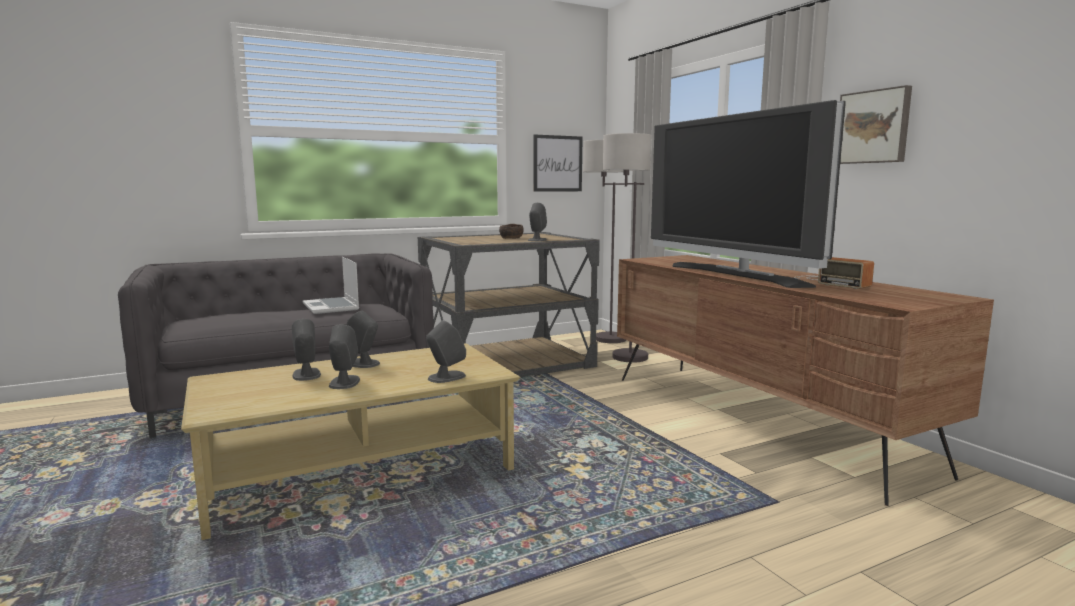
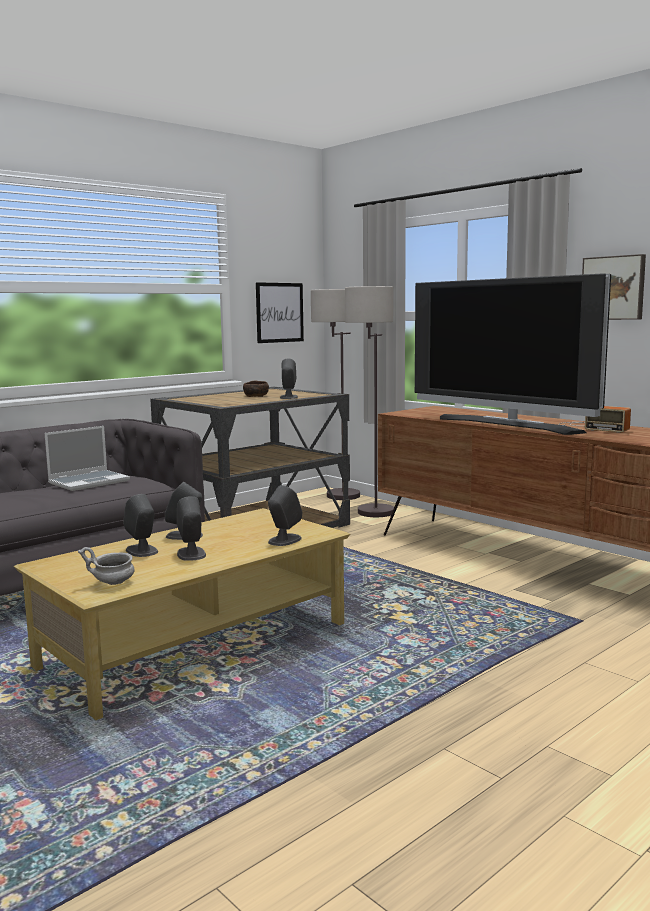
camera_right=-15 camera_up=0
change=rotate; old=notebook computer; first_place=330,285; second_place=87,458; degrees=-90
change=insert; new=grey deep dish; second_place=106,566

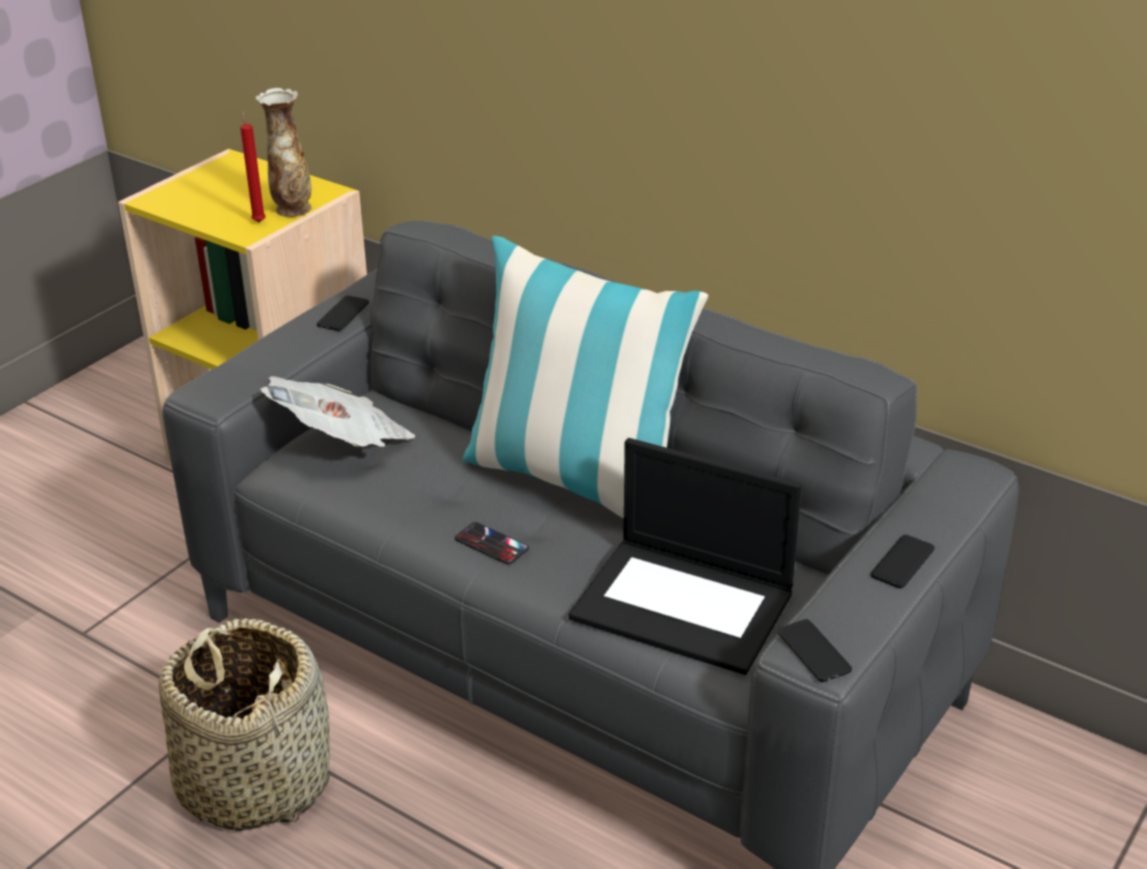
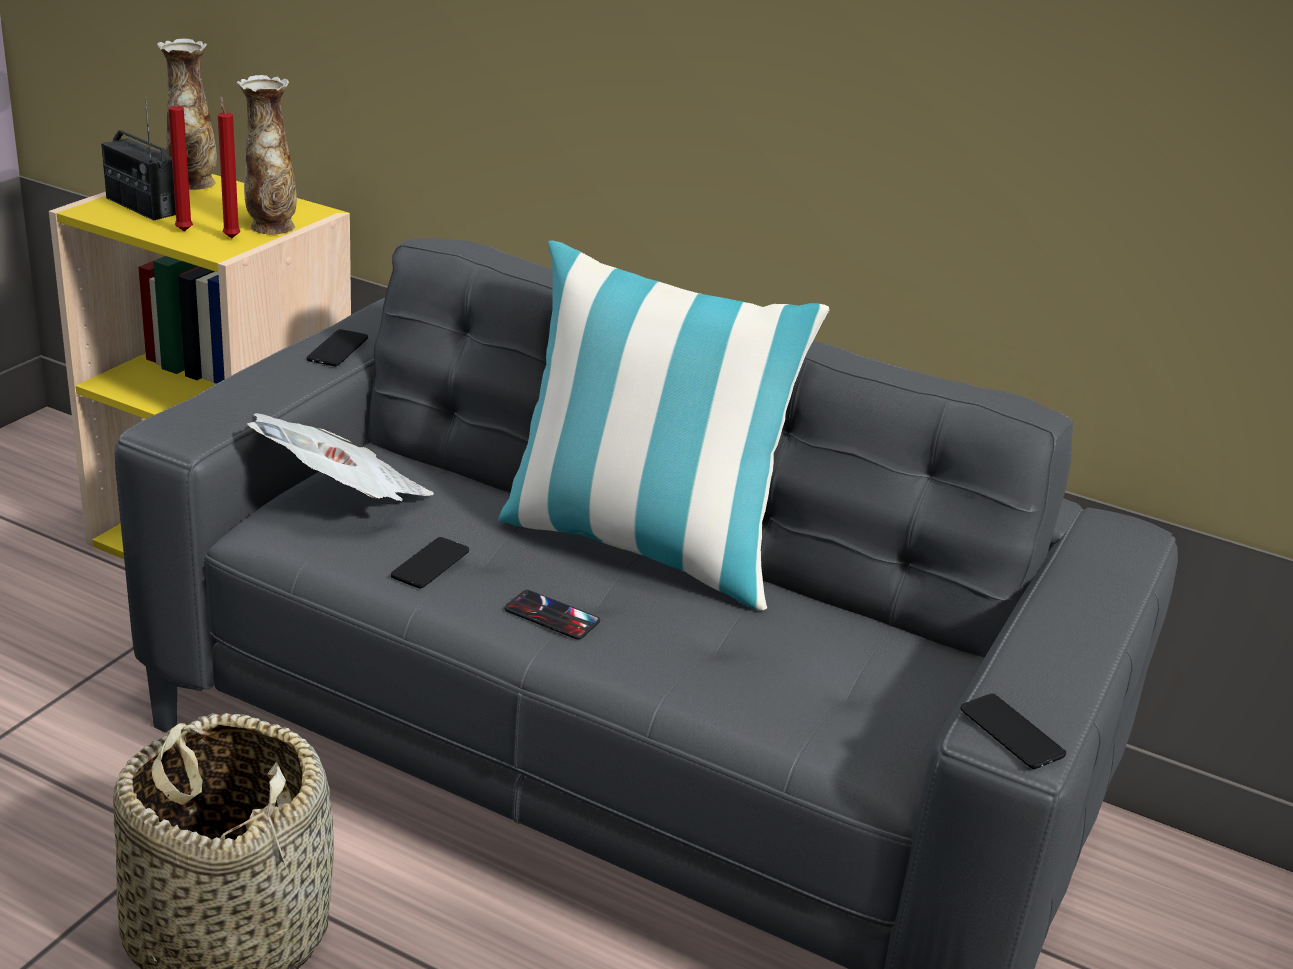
camera_right=-10 camera_up=-5
change=insert; new=radio receiver; second_place=138,159
change=insert; new=flower vase; second_place=187,114
change=insert; new=red candle; second_place=180,161
change=move; old=telephone; first_place=903,561; second_place=430,562
change=delete; old=notebook computer; first_place=685,556

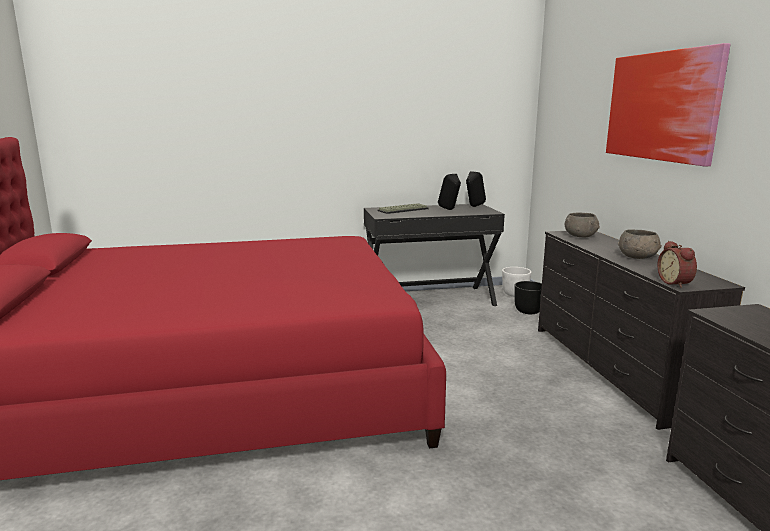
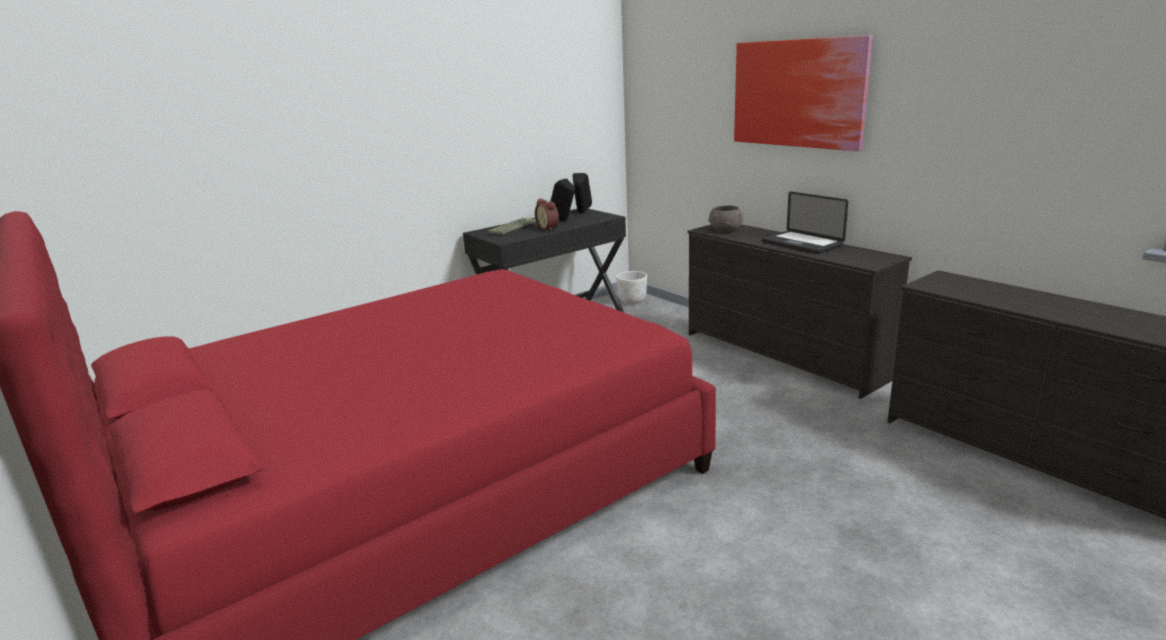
camera_right=-25 camera_up=5
change=move; old=bedside clock; first_place=677,264; second_place=547,215
change=replace; old=grey deep dish; new=notebook computer; first_place=640,244; second_place=805,222
change=delete; old=black-coloured planter; first_place=528,297

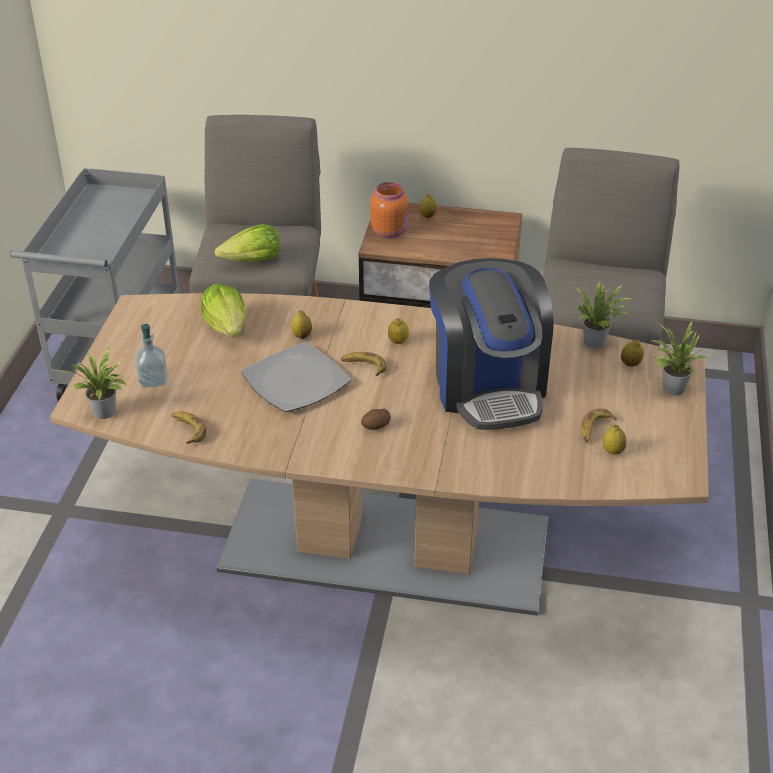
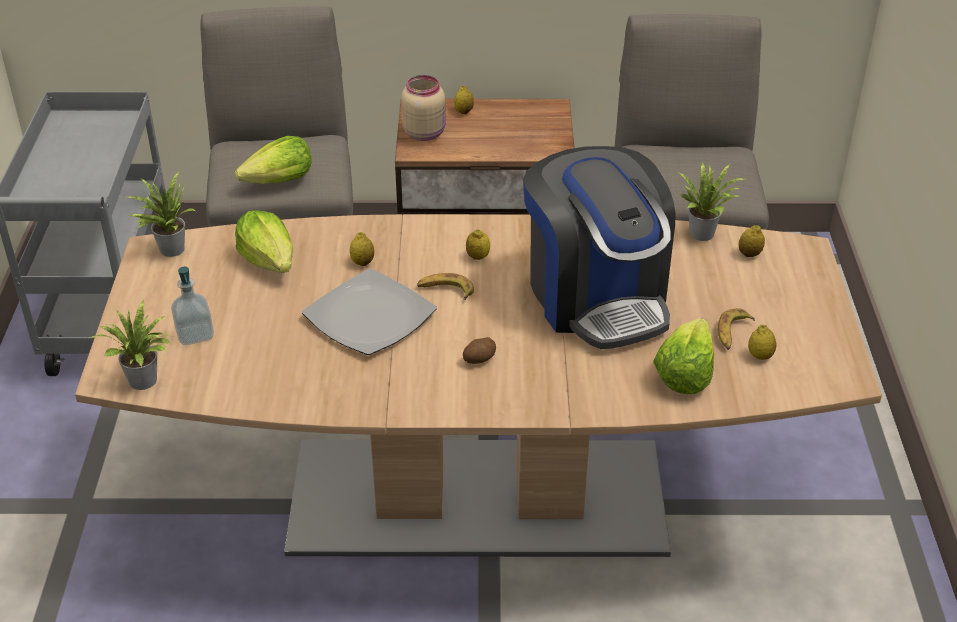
camera_right=-10 camera_up=0
change=move; old=plant in a pot; first_place=679,358; second_place=160,214
change=recolor; old=orangey jar; new=beige jar; first_place=389,210; second_place=423,108
change=insert; new=lettuce head; second_place=683,356
change=delete; old=banana; first_place=189,428

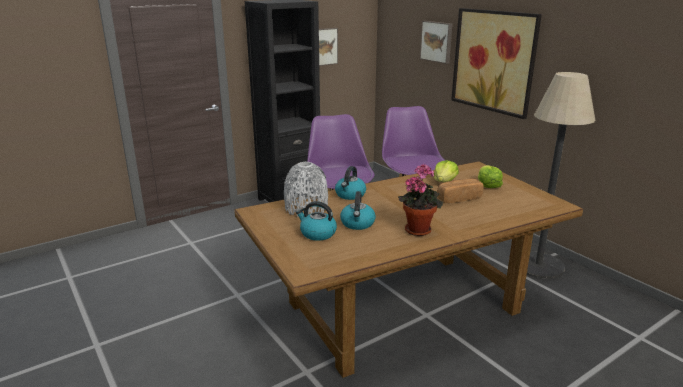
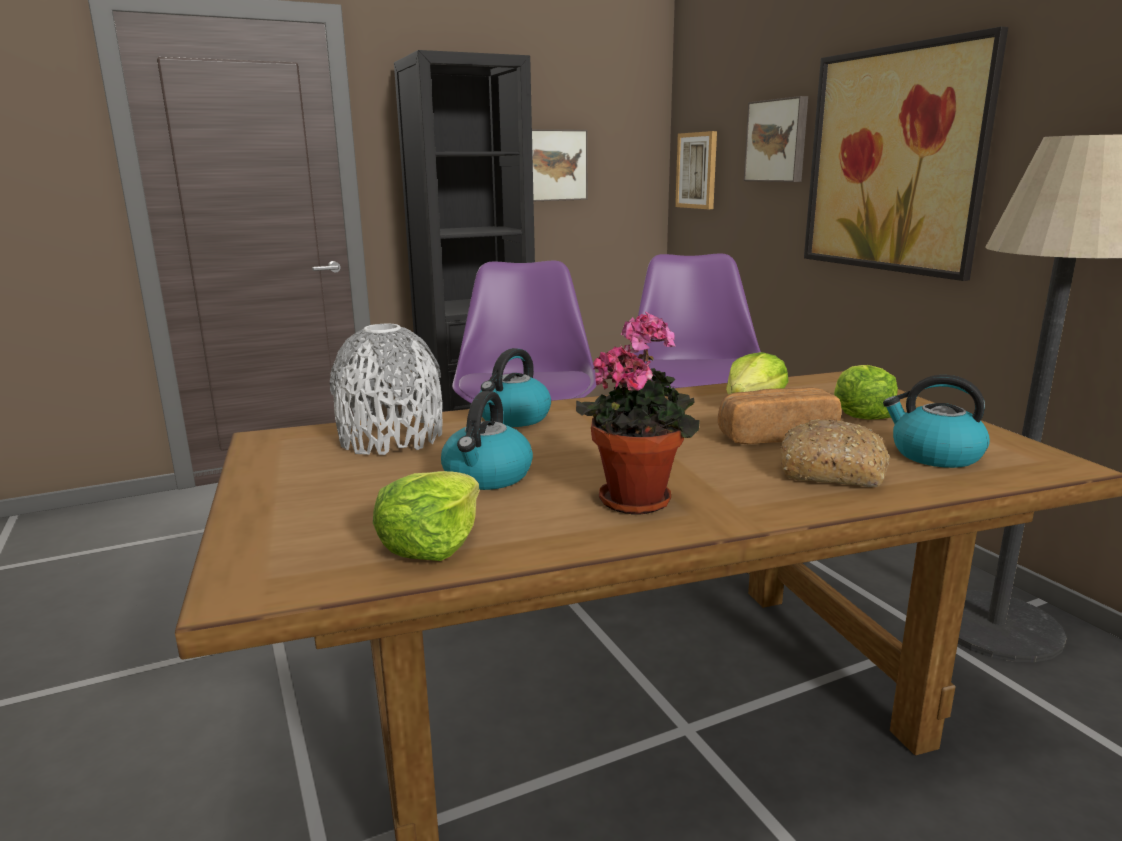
camera_right=10 camera_up=-5
change=insert; new=lettuce head; second_place=426,516
change=insert; new=picture; second_place=696,170
change=insert; new=baked bread; second_place=835,453
change=move; old=tea kettle; first_place=316,221; second_place=936,421

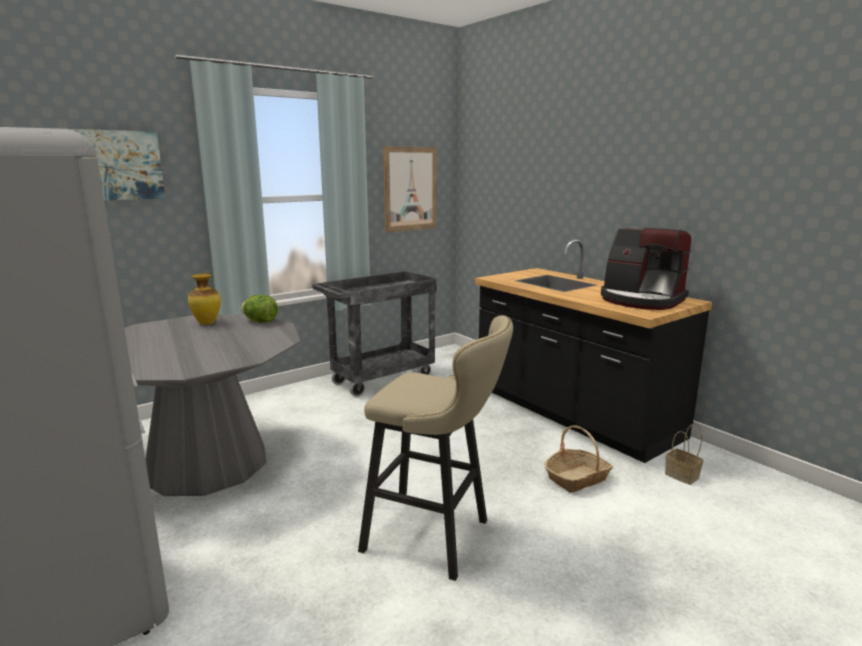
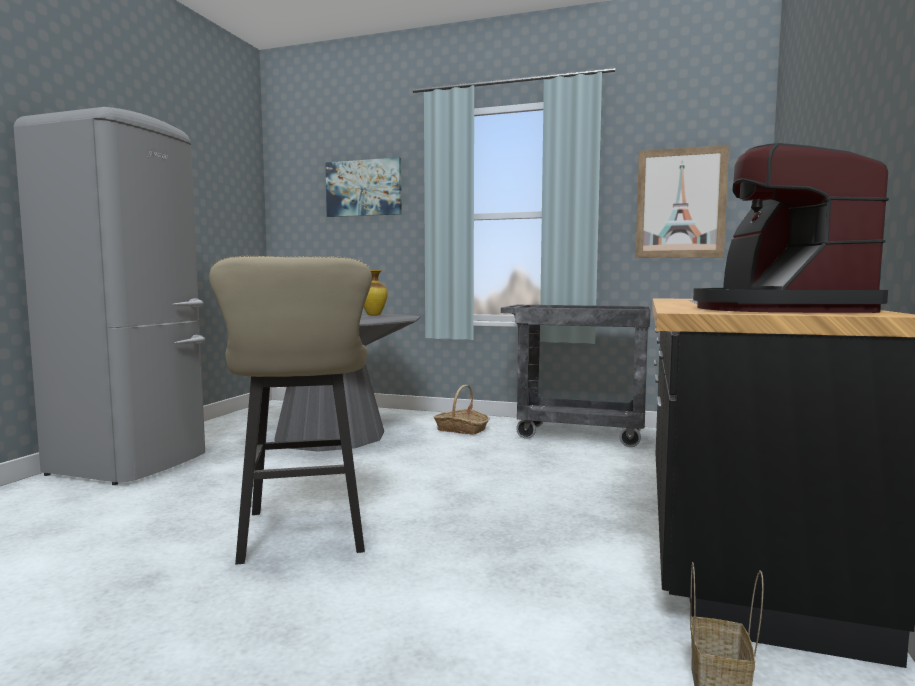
camera_right=55 camera_up=-10
change=move; old=storage basket; first_place=578,458; second_place=461,410
change=delete; old=lettuce head; first_place=259,309

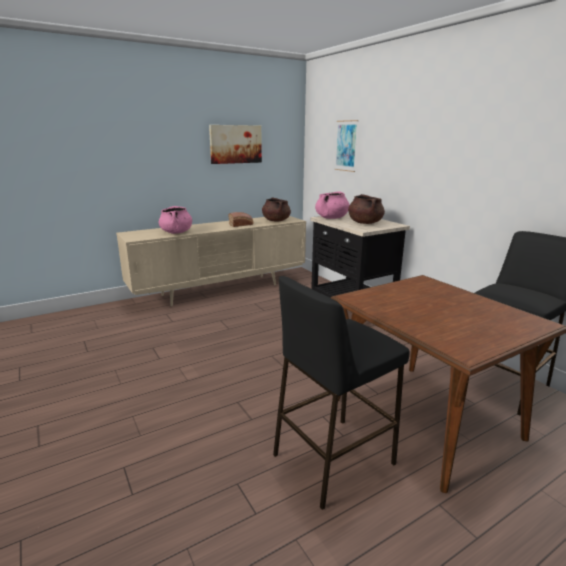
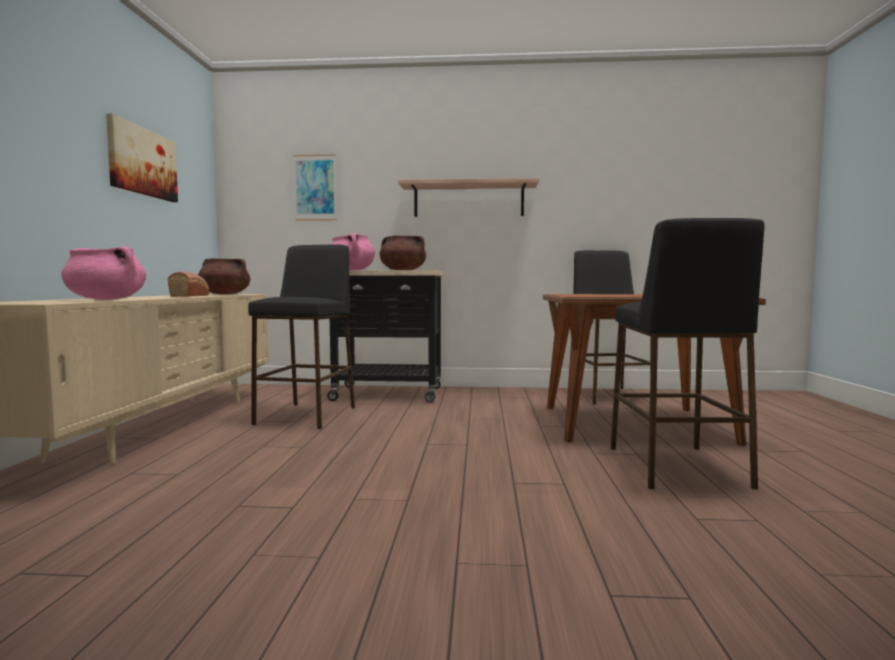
camera_right=-55 camera_up=-15
change=insert; new=black-coloured sitting stool; second_place=301,336
change=insert; new=shelf; second_place=468,197

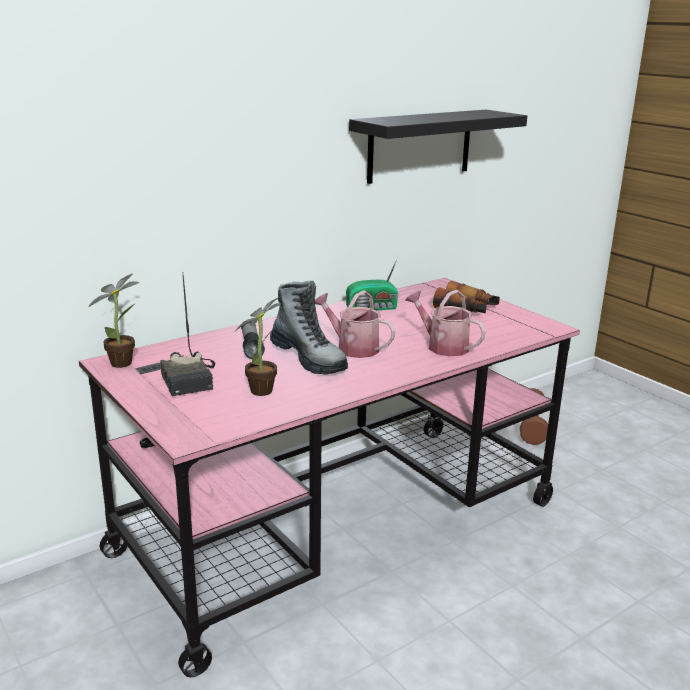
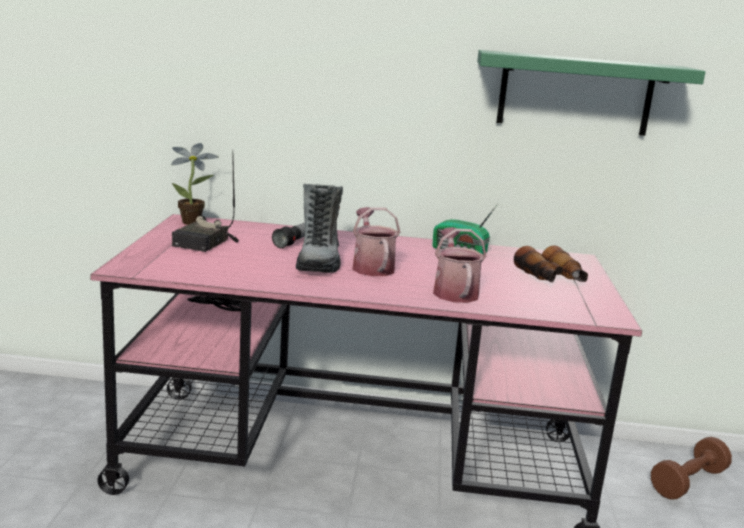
camera_right=40 camera_up=-5
change=recolor; old=black-coloured shelf; new=greenish shelf; first_place=438,147; second_place=591,93
change=delete; old=plant in a pot; first_place=257,346

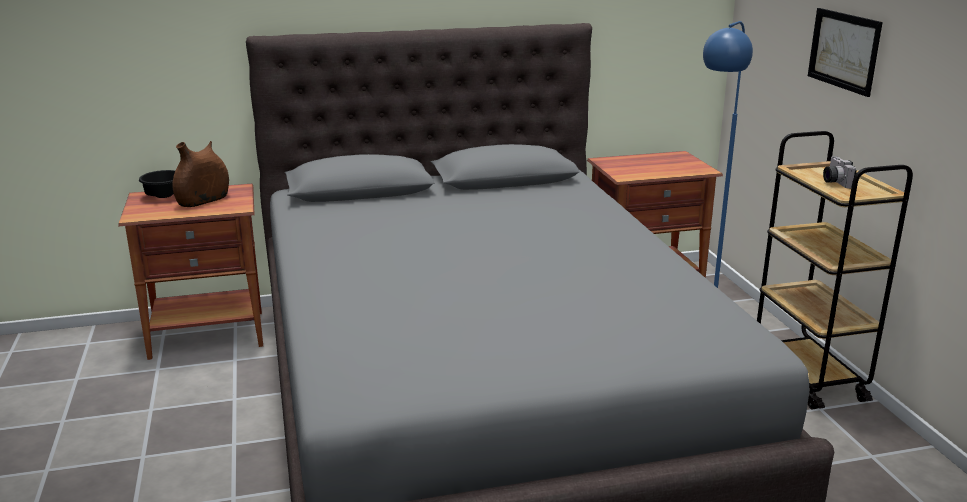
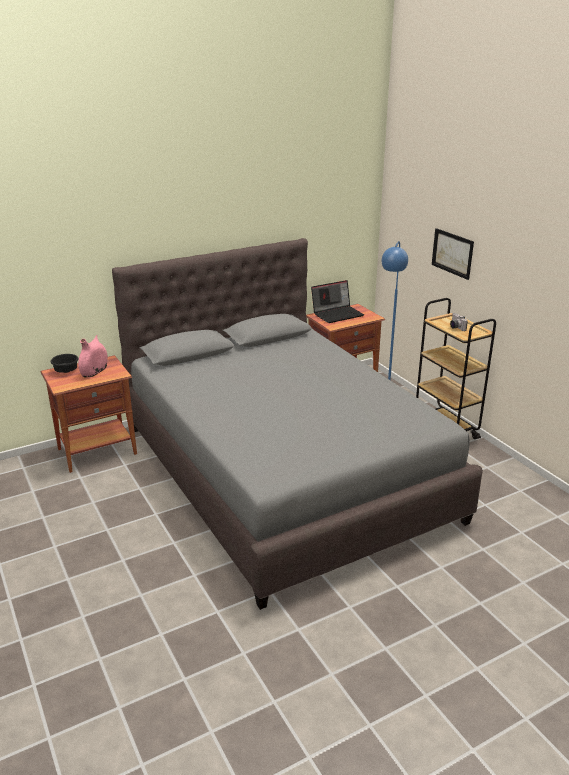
camera_right=-15 camera_up=5
change=recolor; old=brownish flower vase; new=pink-coloured flower vase; first_place=200,174; second_place=93,356
change=insert; new=notebook computer; second_place=337,301

